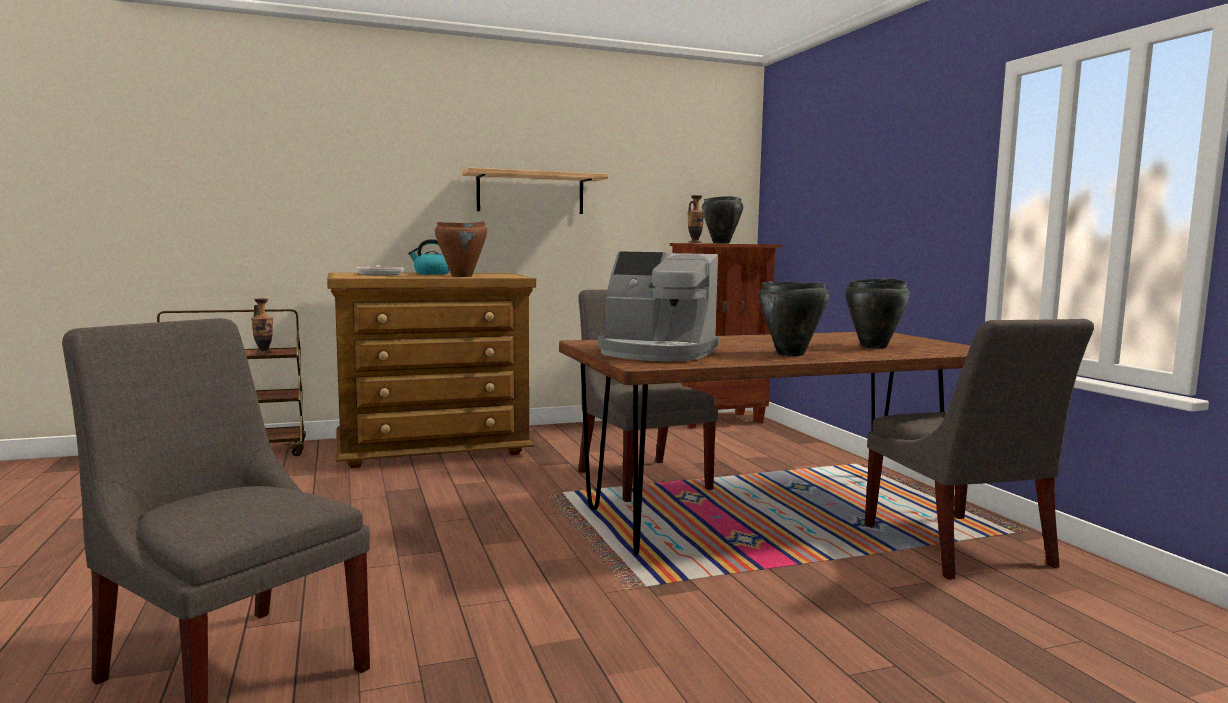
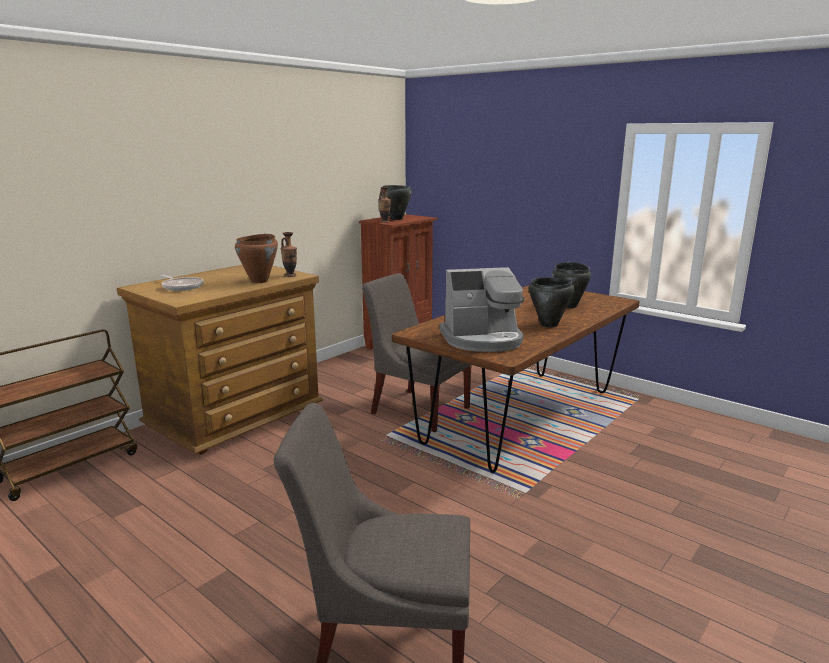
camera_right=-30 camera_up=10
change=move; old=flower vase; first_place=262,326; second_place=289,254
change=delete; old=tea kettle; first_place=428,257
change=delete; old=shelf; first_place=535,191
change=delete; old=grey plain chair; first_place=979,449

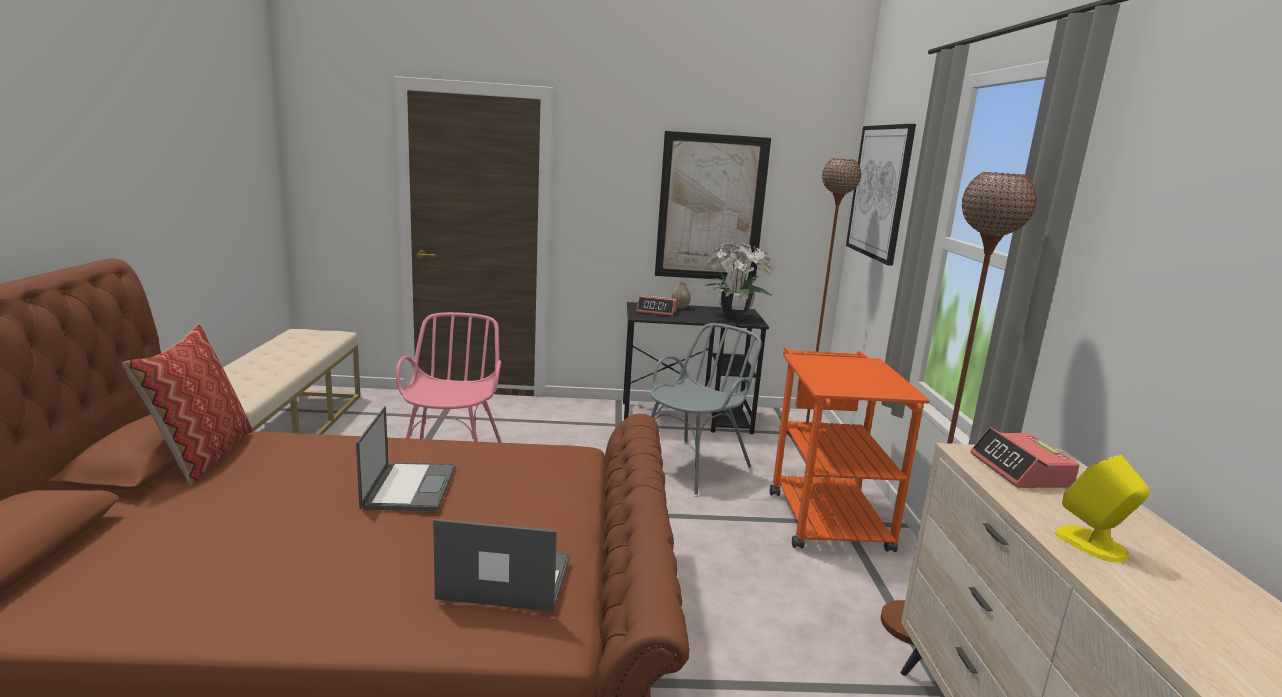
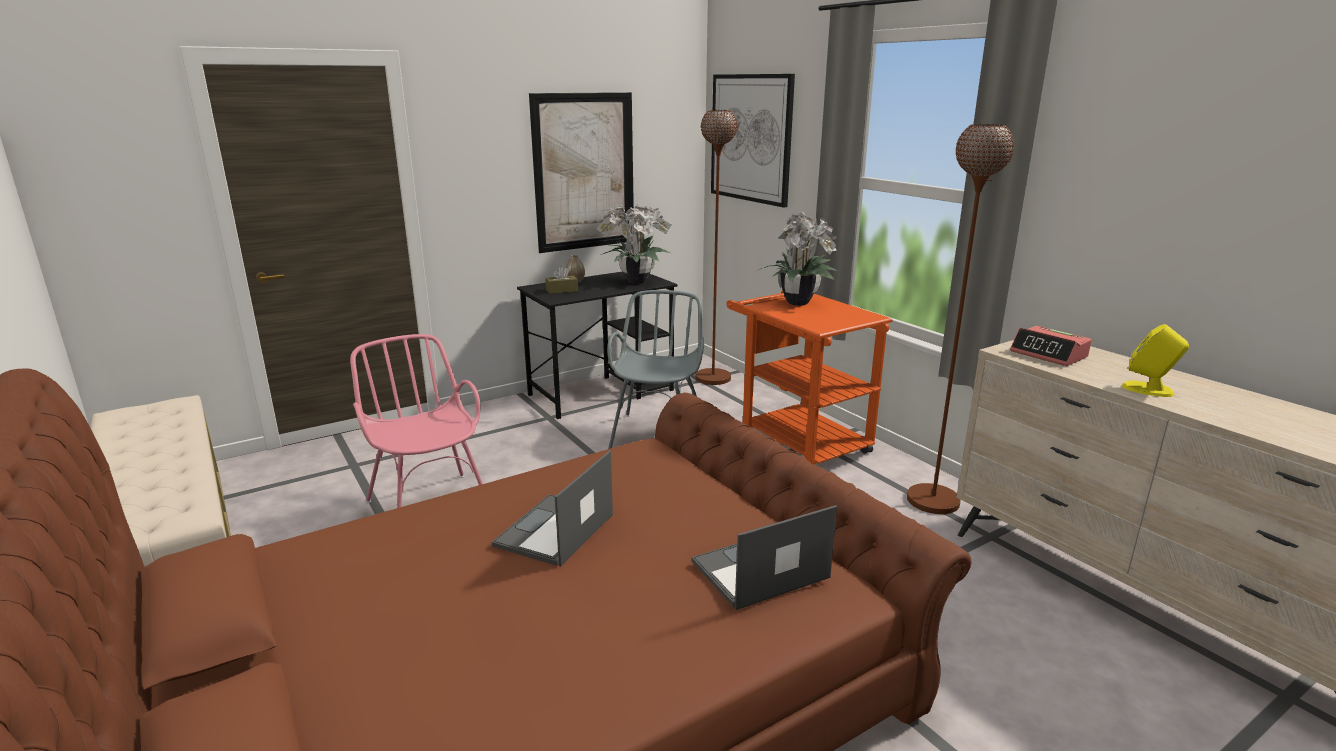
camera_right=-30 camera_up=5
change=rotate; old=notebook computer; first_place=405,458; second_place=552,508; degrees=-120
change=replace; old=bedside clock; new=brownish tissue box; first_place=657,305; second_place=561,280
change=insert; new=plant in a pot; second_place=798,259
change=delete; old=throw pillow; first_place=187,405

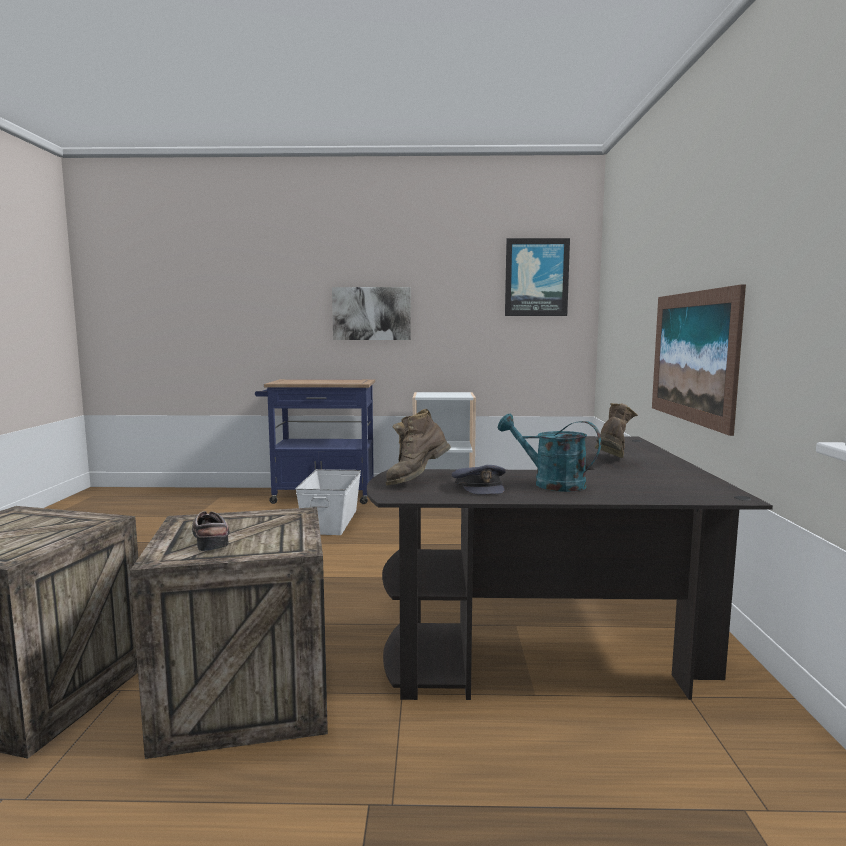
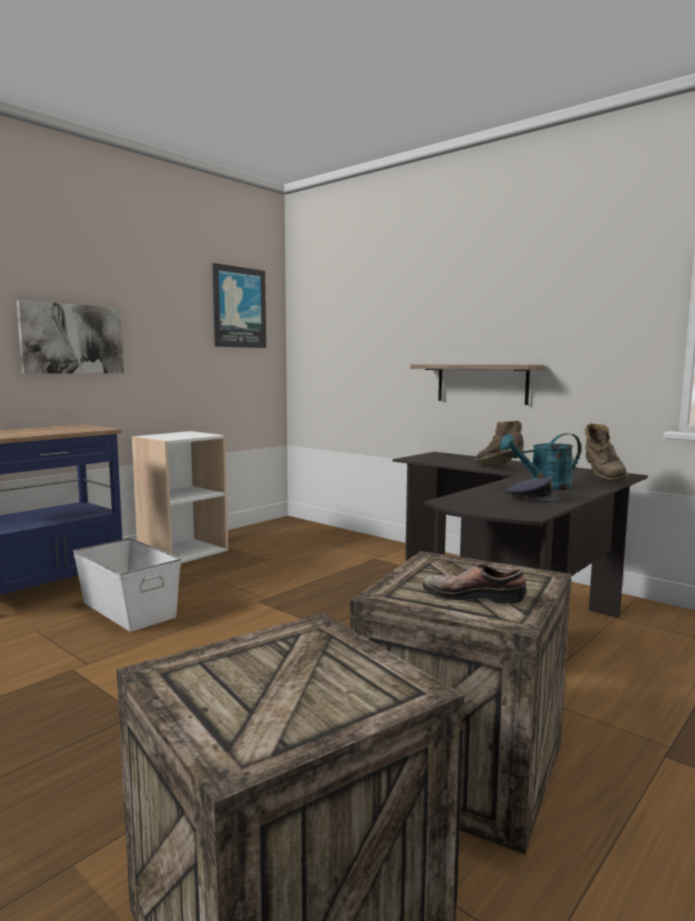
camera_right=-50 camera_up=0
change=replace; old=picture; new=shelf; first_place=699,360; second_place=477,384
change=move; old=brownish boot; first_place=418,447; second_place=607,452

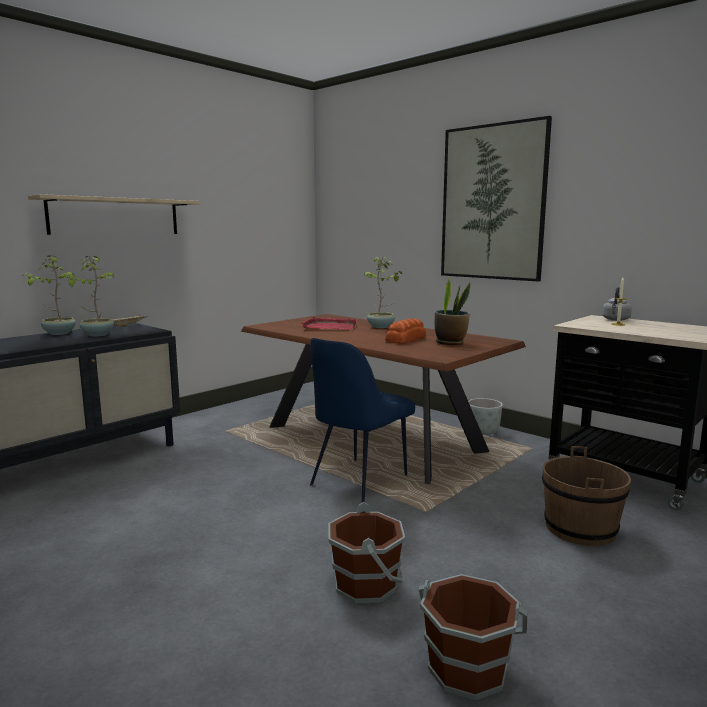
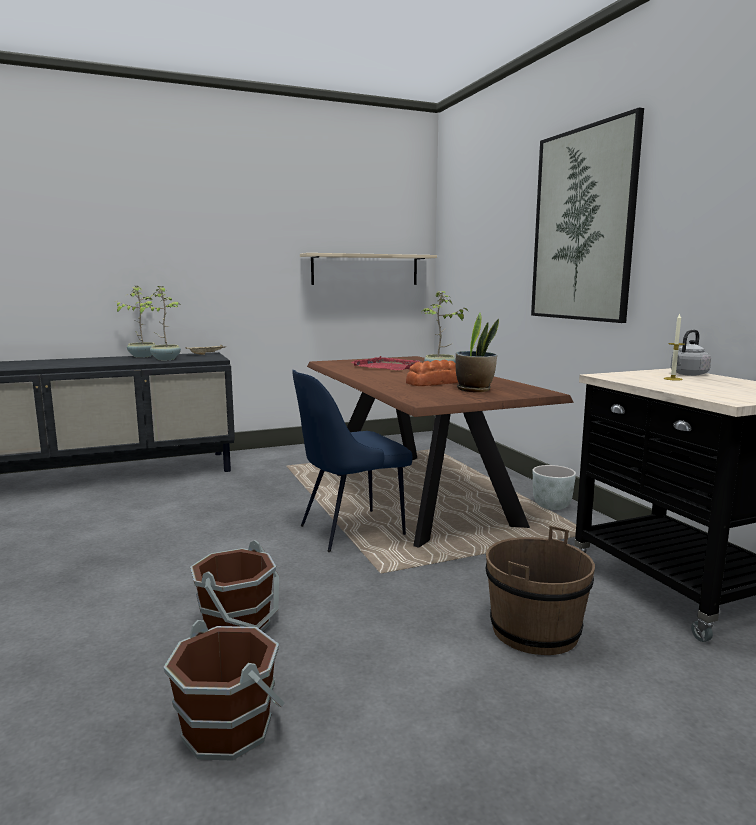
camera_right=25 camera_up=0
change=move; old=beige shelf; first_place=114,214; second_place=368,269

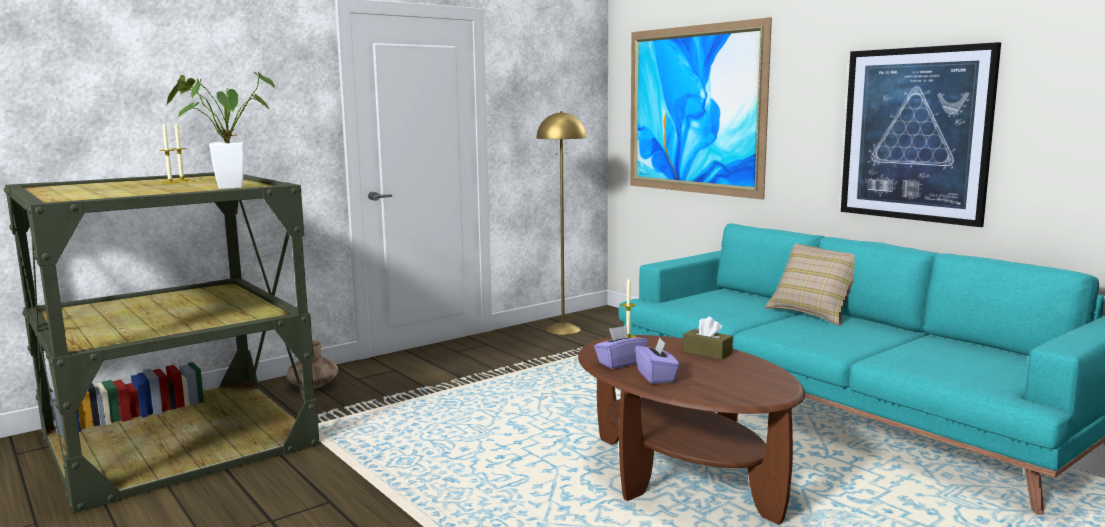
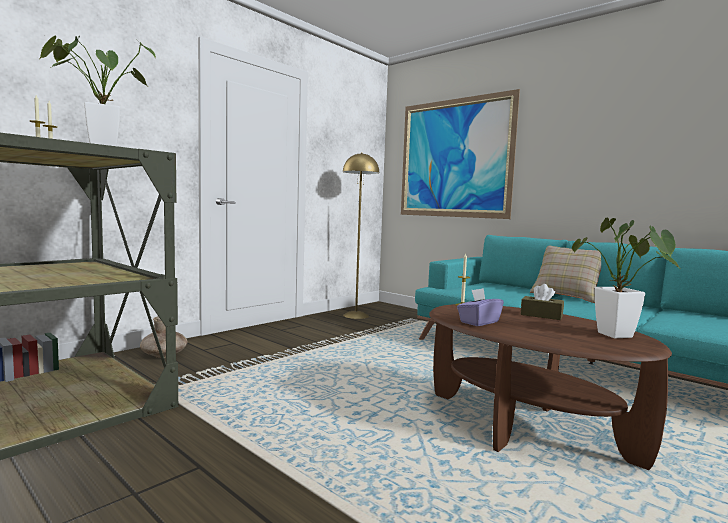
camera_right=-10 camera_up=-5
change=insert; new=plant in a pot; second_place=625,277
change=delete; old=purple tissue box; first_place=657,360
change=delete; old=picture; first_place=921,134

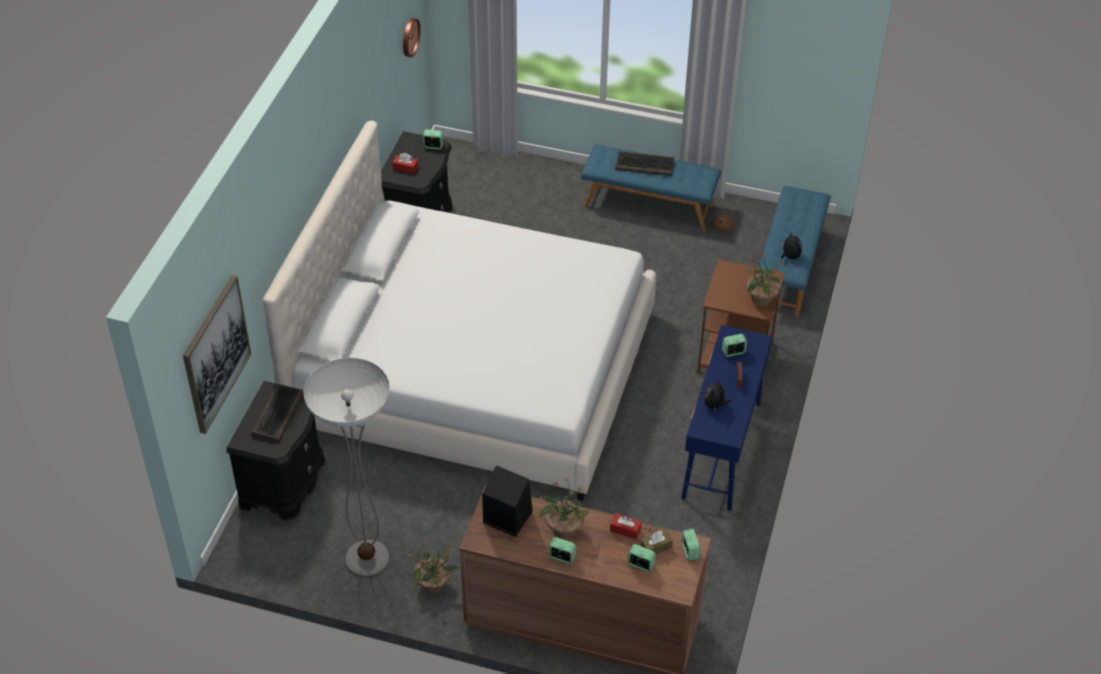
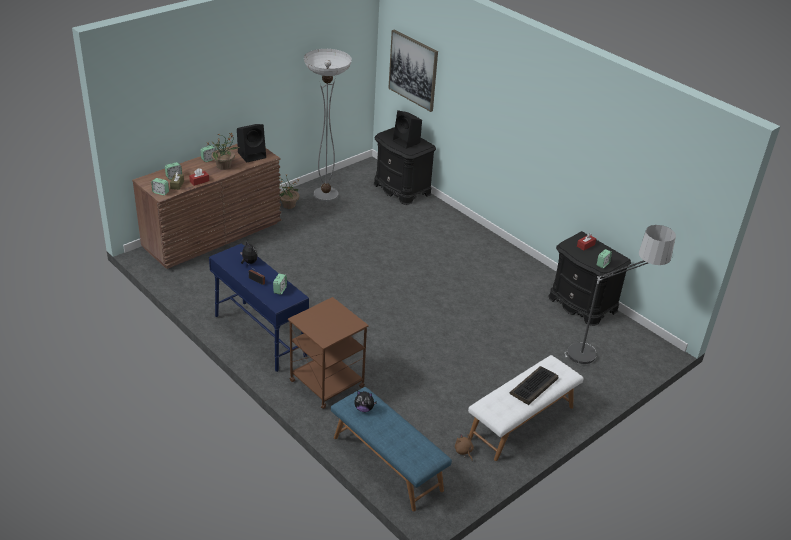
camera_right=120 camera_up=-10
change=replace; old=keyboard; new=black-coloured speaker; first_place=277,413; second_place=407,129
change=recolor; old=blue indoor bench; new=white-coloured indoor bench; first_place=651,188; second_place=526,408
change=insert; new=floor lamp; second_place=620,294
change=delete; old=white-coloured sleeping bed; first_place=459,311
change=delete; old=wall clock; first_place=412,37
change=delete; old=plant in a pot; first_place=763,279

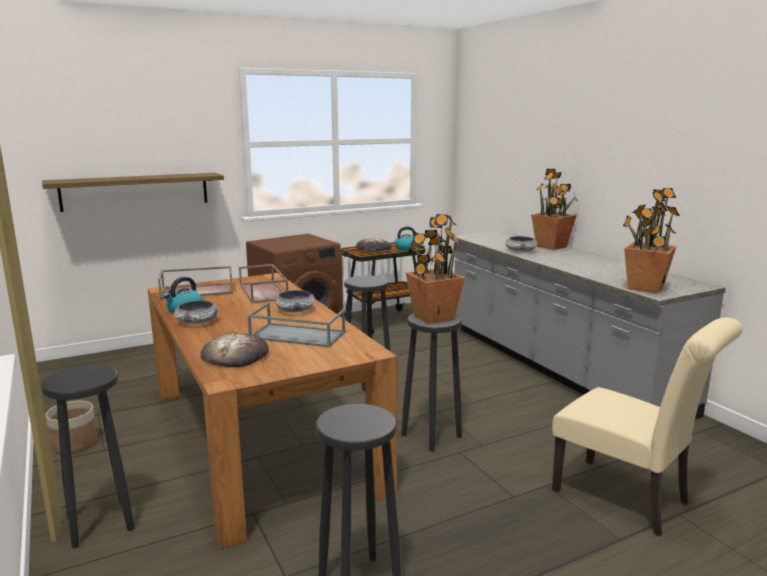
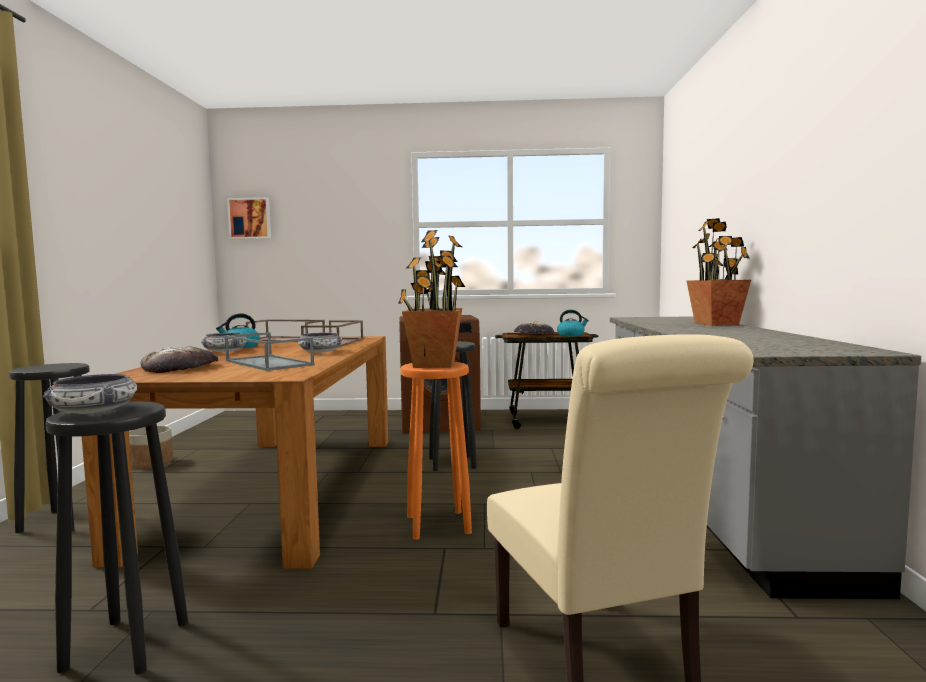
camera_right=30 camera_up=-10
change=move; old=deep dish; first_place=521,244; second_place=90,394
change=insert; new=picture; second_place=249,218
change=recolor; old=black-coloured sitting stool; new=orangey sitting stool; first_place=431,382; second_place=436,451
change=delete; old=shelf; first_place=133,192
change=delete; old=plant in a pot; first_place=651,241

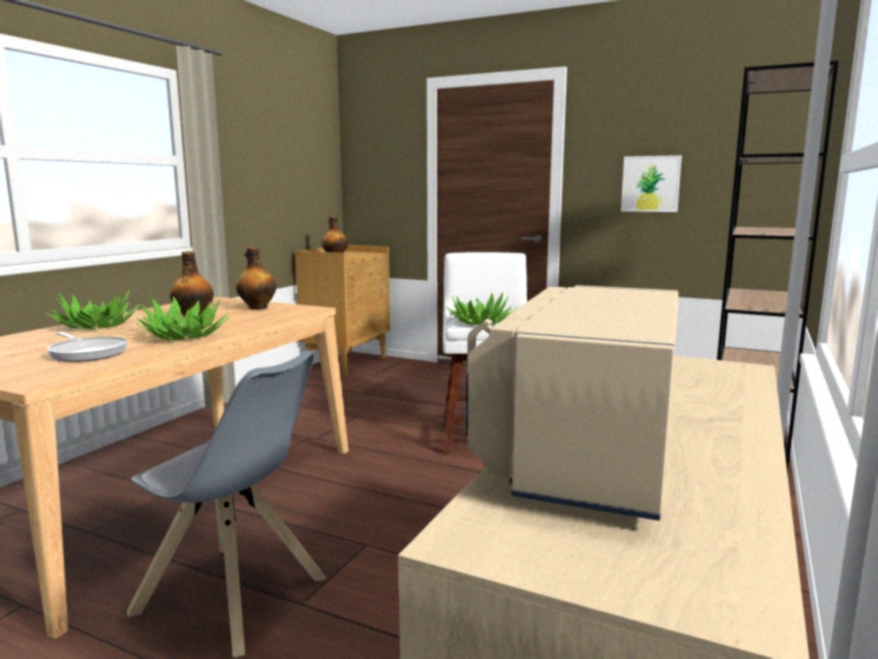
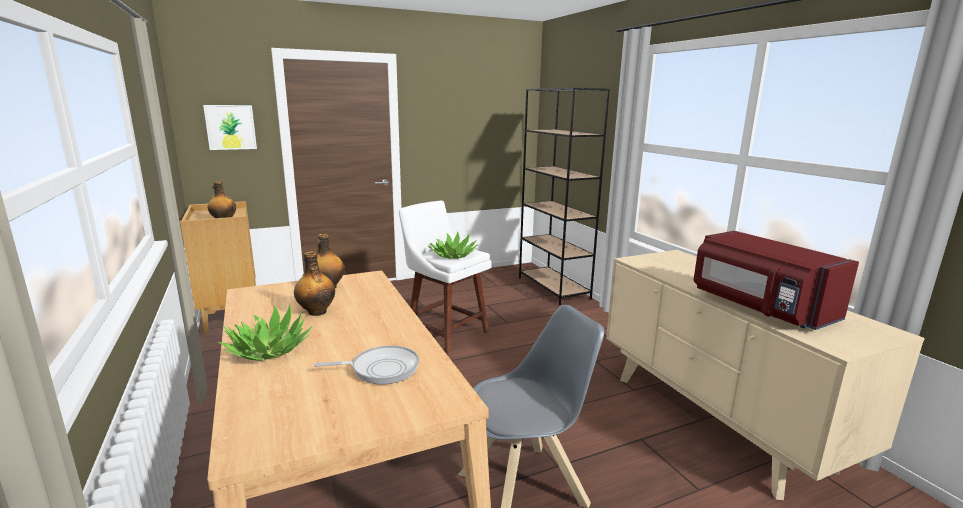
camera_right=-50 camera_up=5
change=move; old=picture; first_place=651,183; second_place=230,127
change=recolor; old=beige microwave; new=red microwave; first_place=572,403; second_place=776,280
change=delete; old=plant in a pot; first_place=182,318

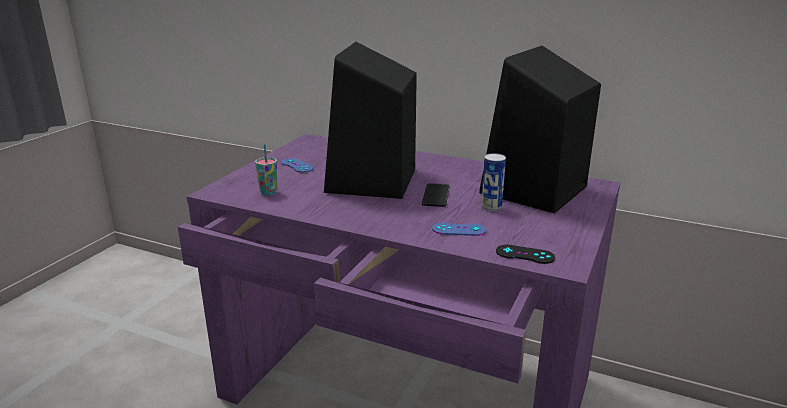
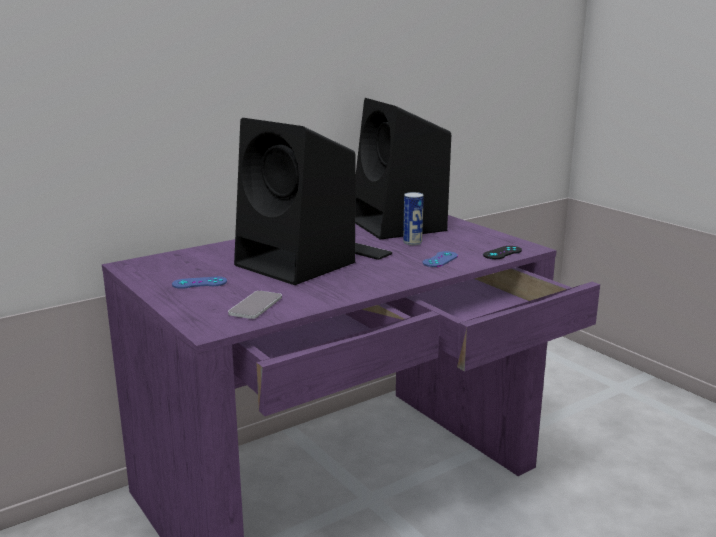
camera_right=-60 camera_up=-5
change=replace; old=small cup; new=telephone; first_place=266,170; second_place=255,305

